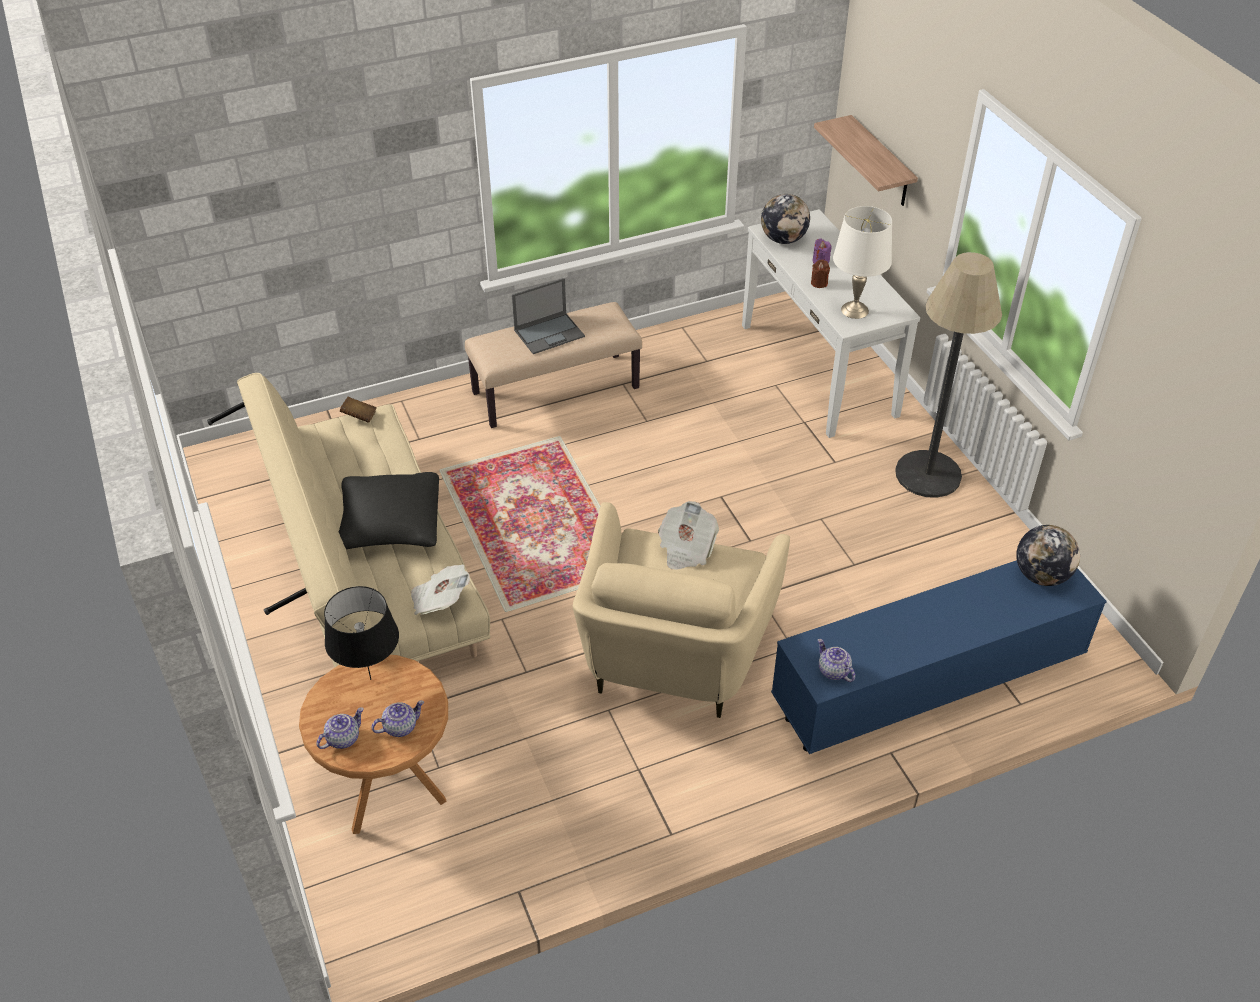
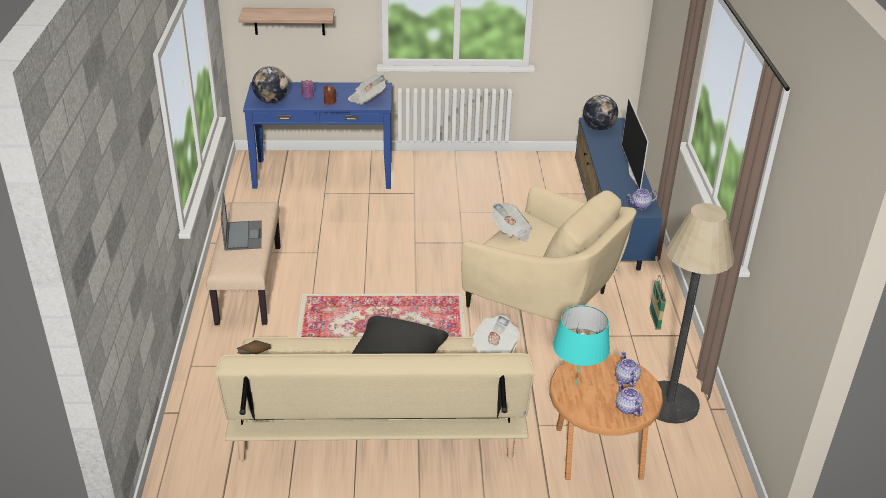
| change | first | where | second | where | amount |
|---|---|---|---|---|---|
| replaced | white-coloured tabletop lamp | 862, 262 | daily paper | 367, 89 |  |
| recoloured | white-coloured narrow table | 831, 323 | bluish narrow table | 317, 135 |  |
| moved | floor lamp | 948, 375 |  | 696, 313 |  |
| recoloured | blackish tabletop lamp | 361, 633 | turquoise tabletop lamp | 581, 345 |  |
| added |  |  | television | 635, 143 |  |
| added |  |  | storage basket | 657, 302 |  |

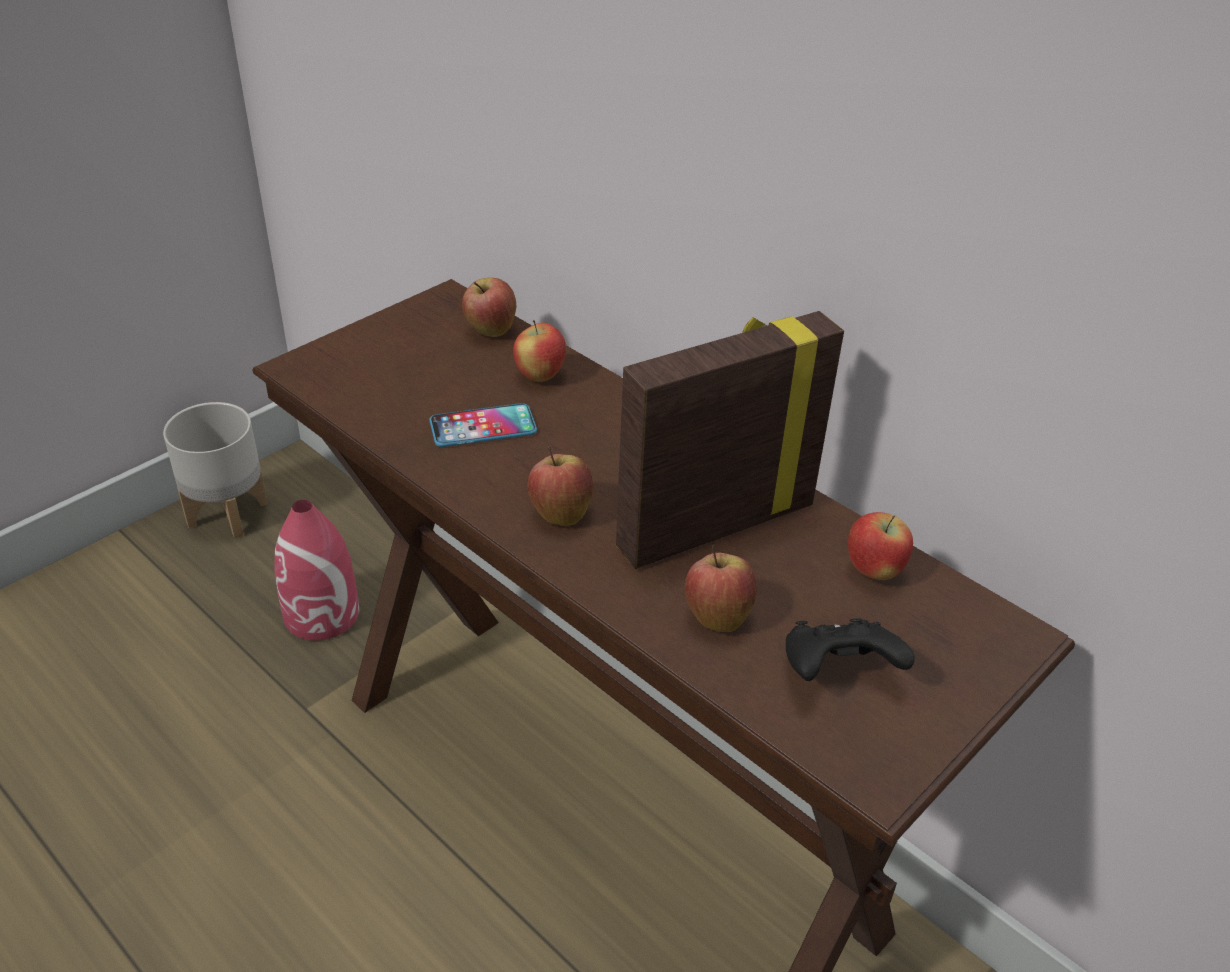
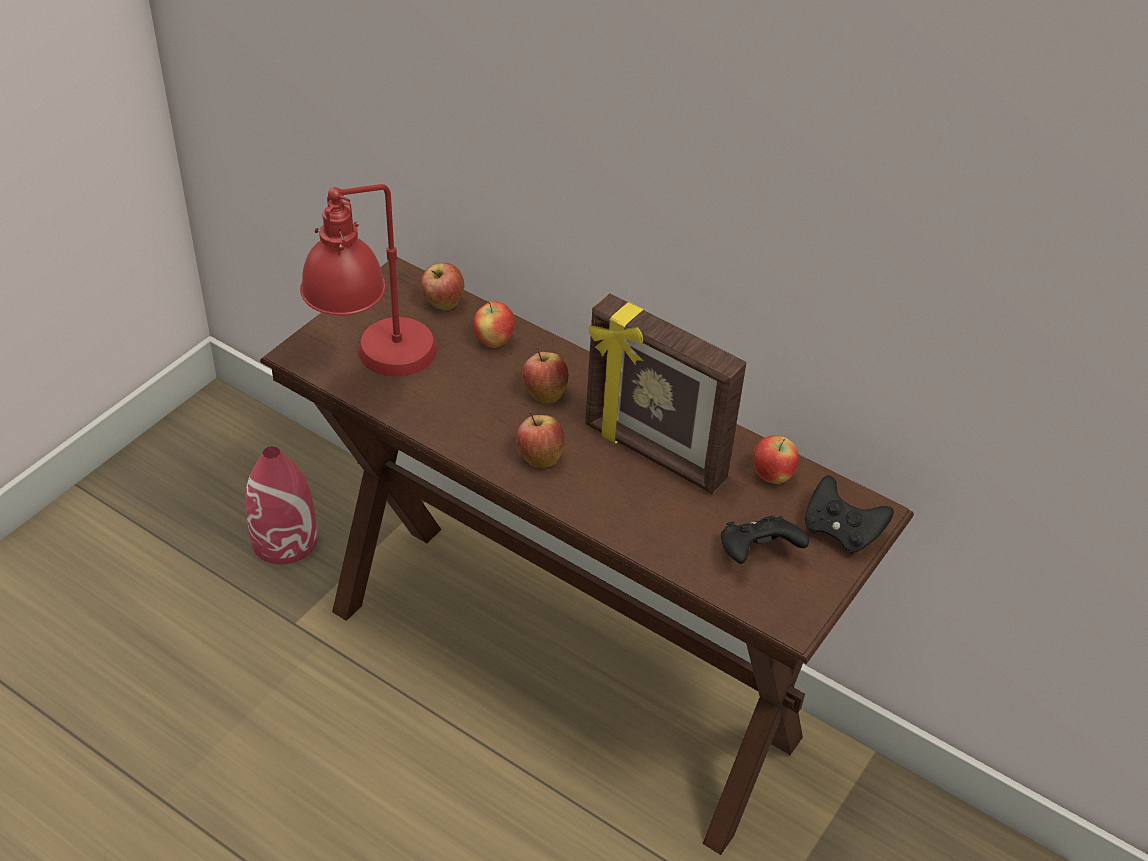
| change | first | where | second | where | amount |
|---|---|---|---|---|---|
| turned | photo frame | 730, 440 |  | 666, 393 | 105 degrees counterclockwise |
| removed | grey plant pot | 215, 470 |  |  |  |
| removed | handset | 483, 425 |  |  |  |
| moved | apple | 721, 588 |  | 545, 375 |  |
| added |  |  | reddish tabletop lamp | 368, 280 |  |
| added |  |  | blackish joypad | 849, 514 |  |

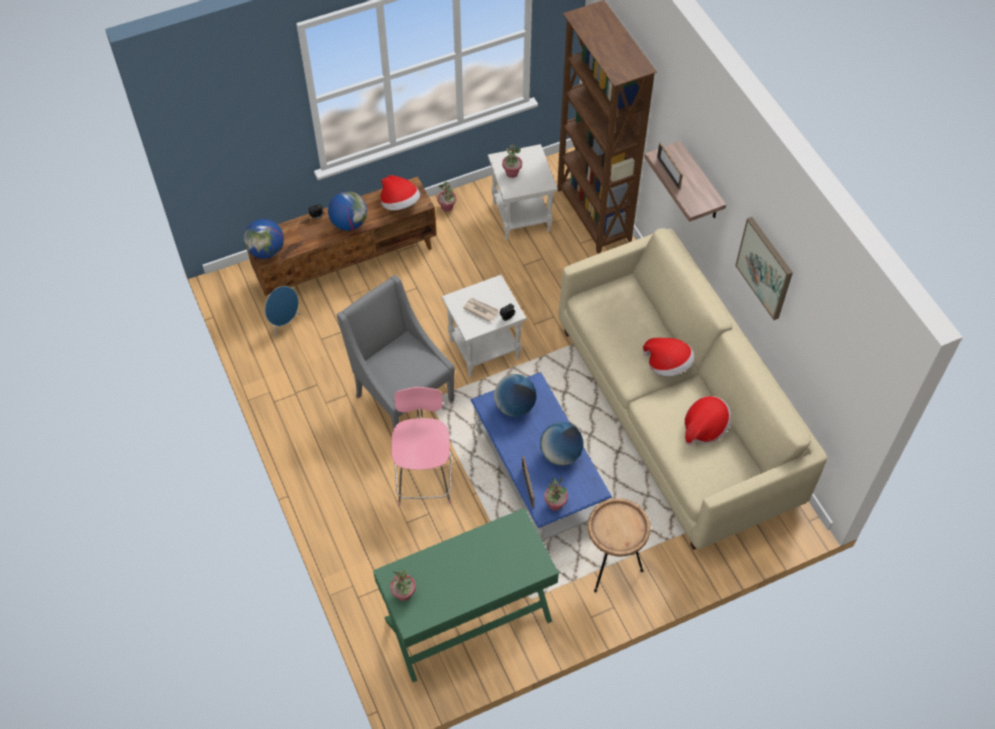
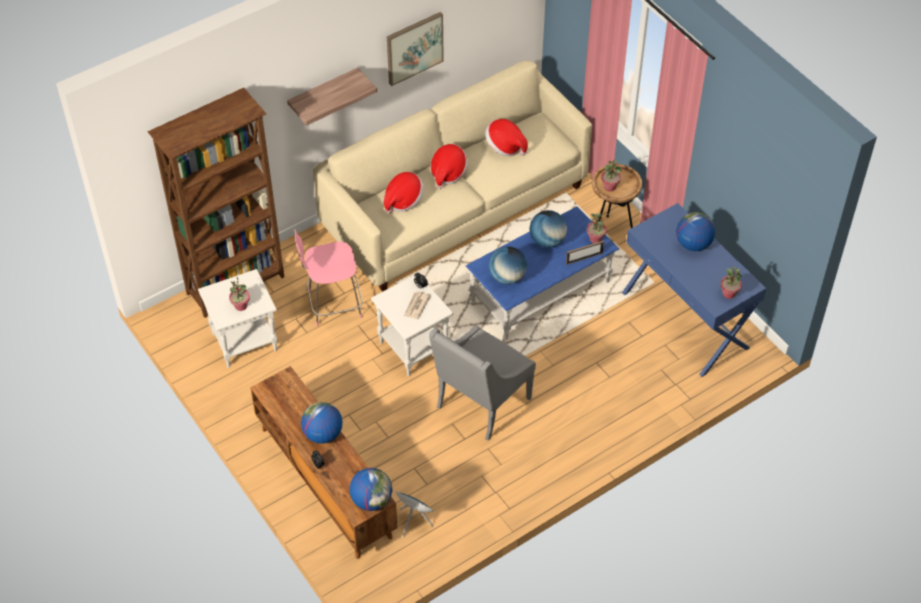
| change | first | where | second | where | amount |
|---|---|---|---|---|---|
| removed | photo frame | 670, 166 |  |  |  |
| moved | clothing hat | 400, 192 |  | 404, 193 |  |
| moved | houseplant | 446, 196 |  | 611, 176 |  |
| moved | pink sitting stool | 422, 446 |  | 328, 277 |  |
| recoloured | green-coloured narrow table | 466, 595 | bluish narrow table | 694, 290 |  |
| added |  |  | desk globe | 695, 232 |  |

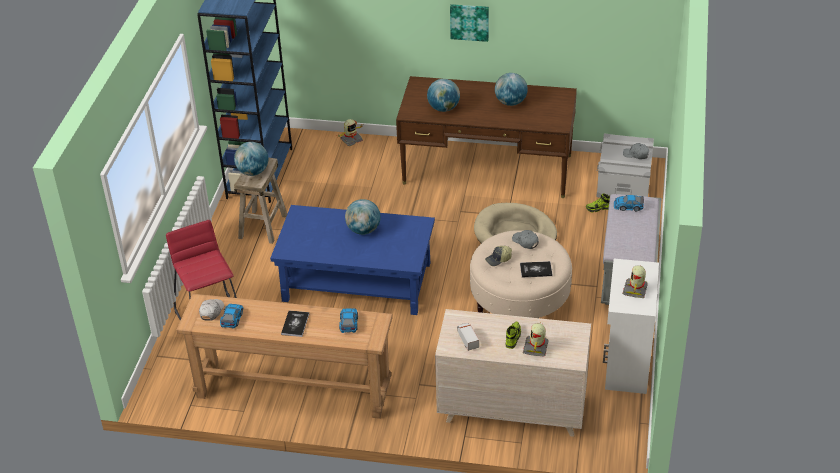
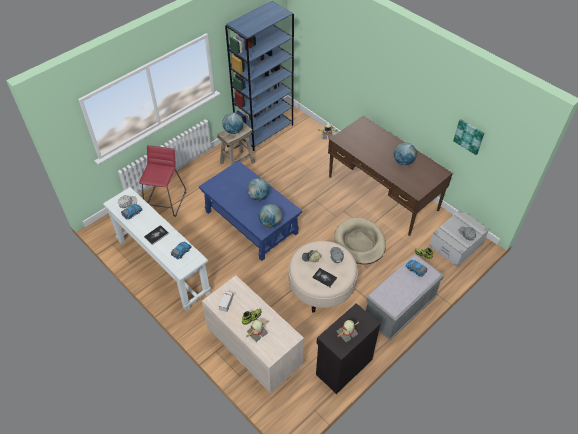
| change | first | where | second | where | amount |
|---|---|---|---|---|---|
| moved | picture | 469, 23 |  | 468, 137 |  |
| moved | desk globe | 443, 95 |  | 270, 216 |  |
| recoloured | white-coloured storage cabinet | 631, 326 | blackish storage cabinet | 348, 348 |  |
| recoloured | brownish narrow table | 284, 356 | white-coloured narrow table | 157, 249 |  |

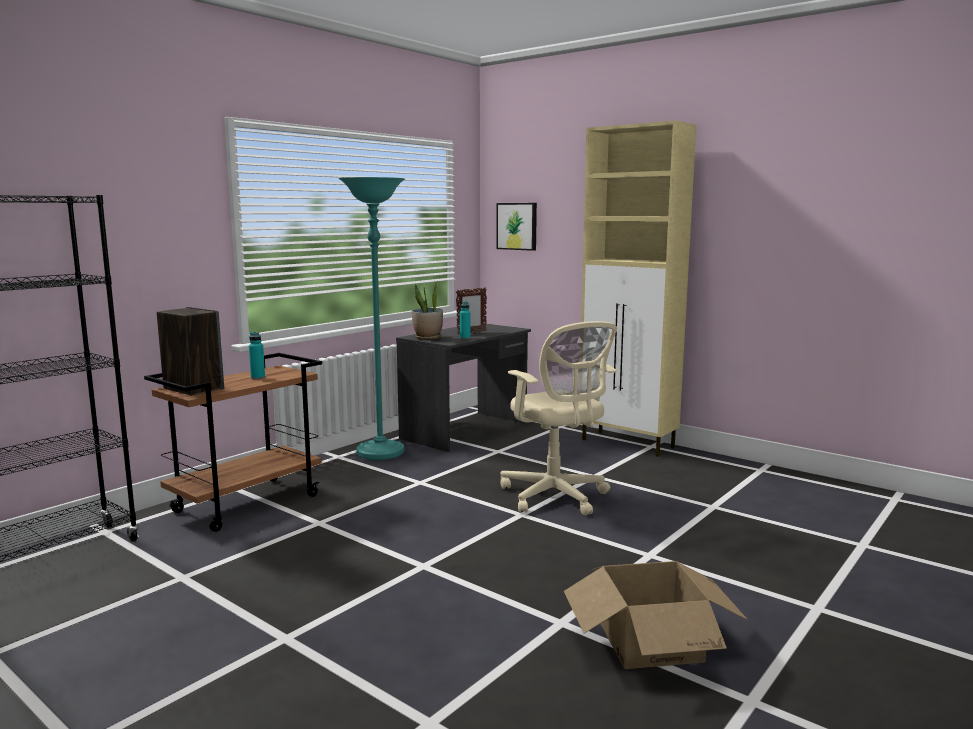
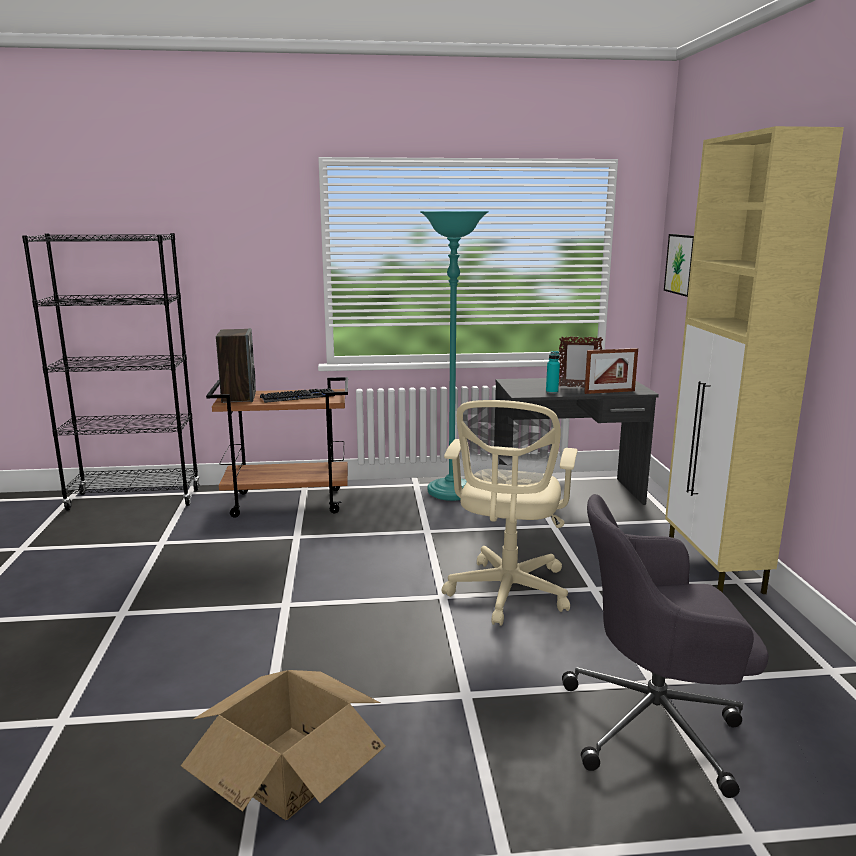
| change | first | where | second | where | amount |
|---|---|---|---|---|---|
| removed | houseplant | 427, 310 |  |  |  |
| replaced | turquoise drink bottle | 257, 355 | PC keyboard | 297, 395 |  |
| added |  |  | photo frame | 611, 371 |  |
| added |  |  | grey computer chair | 665, 646 |  |

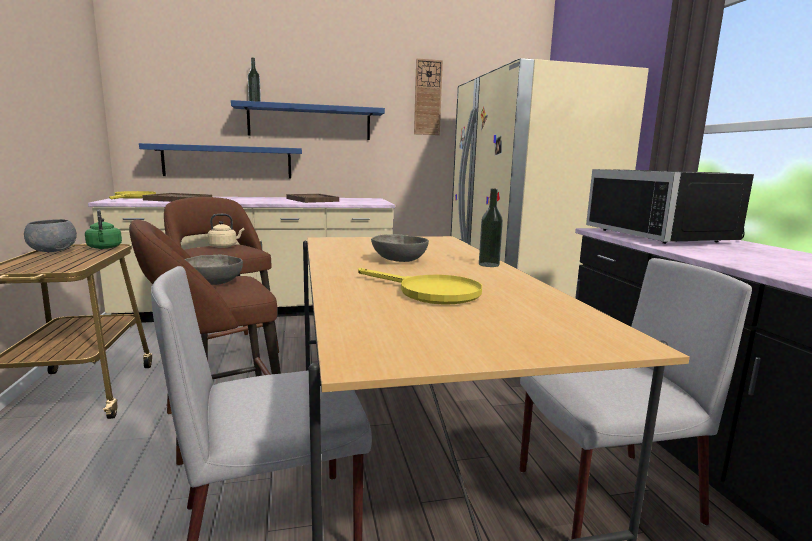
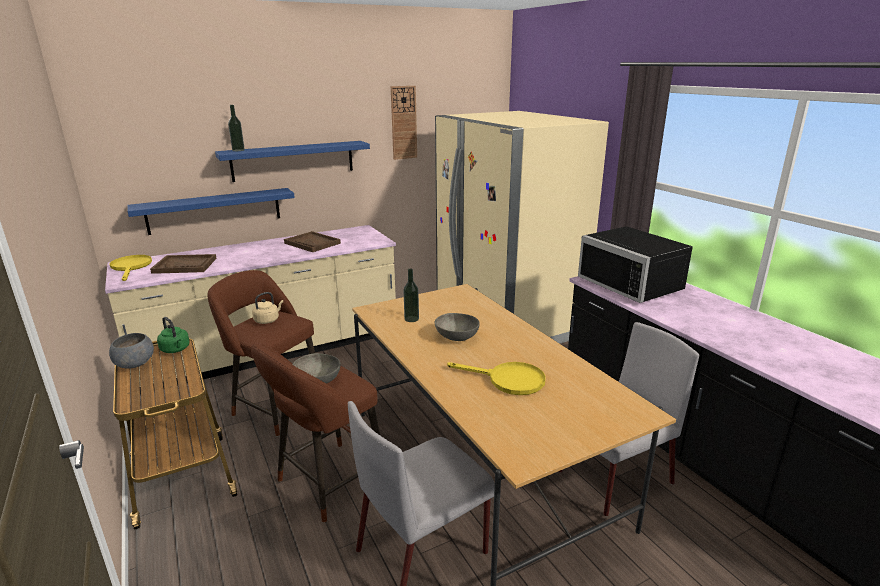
| change | first | where | second | where | amount |
|---|---|---|---|---|---|
| moved | drink bottle | 491, 228 |  | 411, 295 |  |

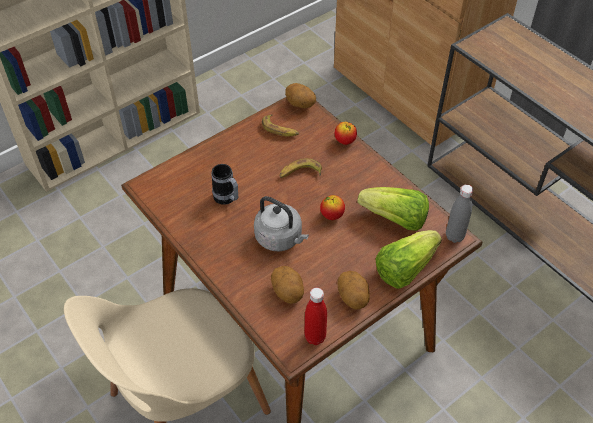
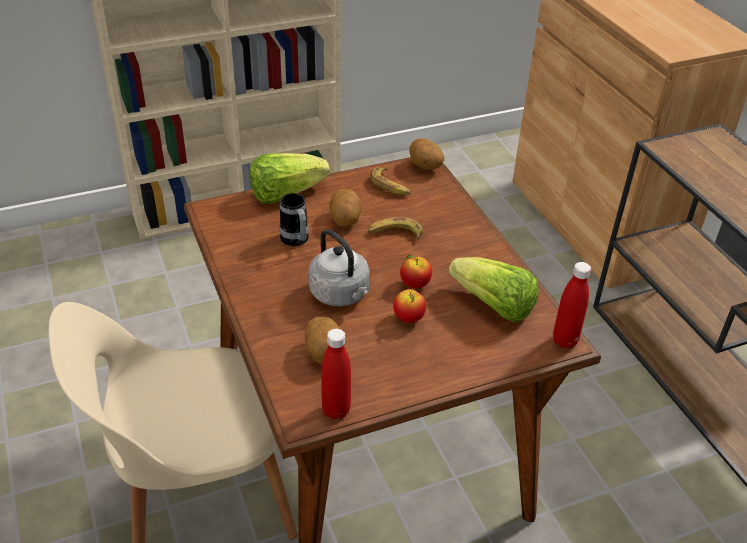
| change | first | where | second | where | amount |
|---|---|---|---|---|---|
| moved | apple | 346, 133 |  | 409, 306 |  |
| recoloured | grey drink bottle | 459, 213 | reddish drink bottle | 572, 305 |  |
| moved | lettuce head | 408, 259 |  | 290, 178 |  |
| moved | potato | 353, 290 |  | 346, 208 |  |

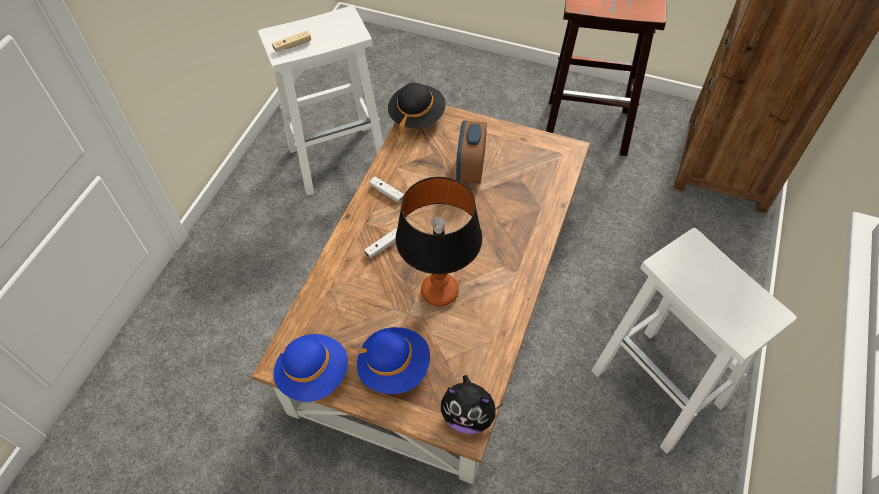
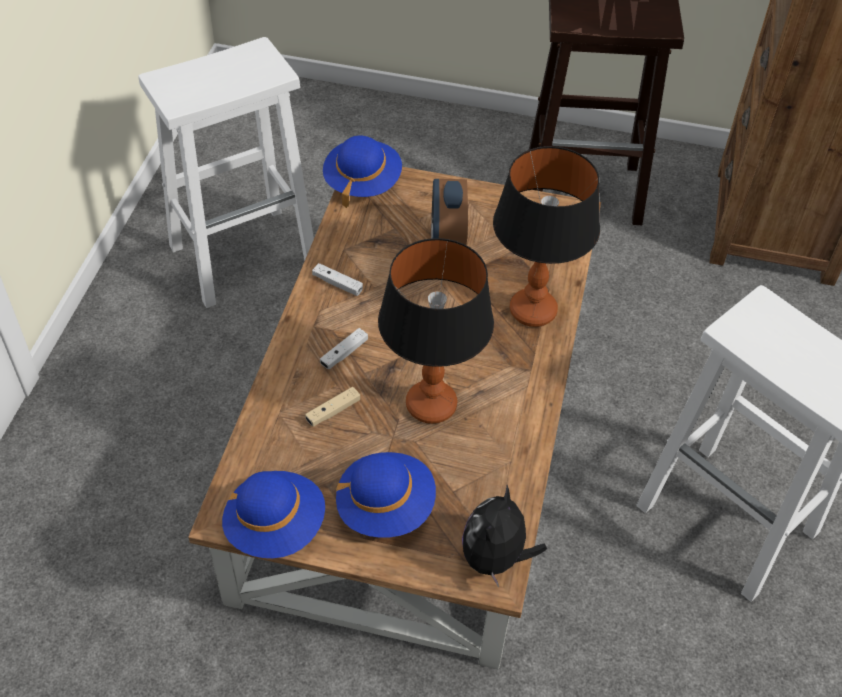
| change | first | where | second | where | amount |
|---|---|---|---|---|---|
| moved | sand-coloured joypad | 291, 41 |  | 332, 407 |  |
| recoloured | blackish clothing hat | 417, 109 | bluish clothing hat | 362, 172 |  |
| turned | soft toy | 472, 404 |  | 504, 536 | 105 degrees clockwise |
| added |  |  | tabletop lamp | 546, 236 |  |

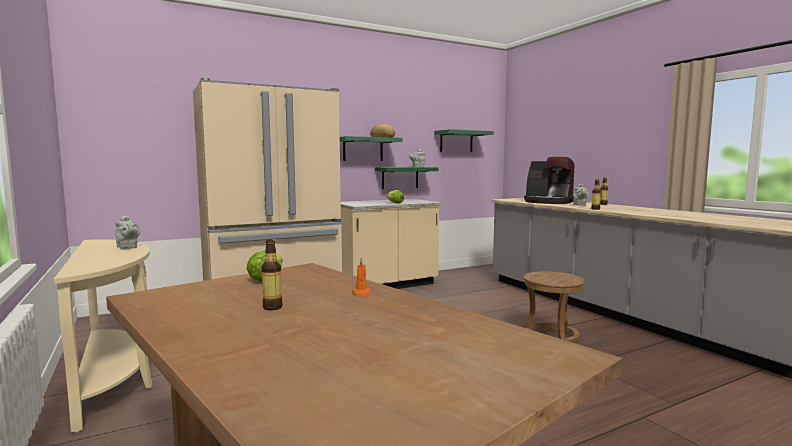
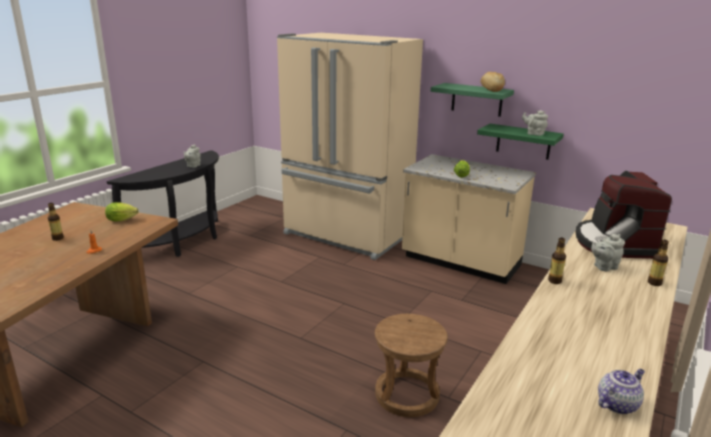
| change | first | where | second | where | amount |
|---|---|---|---|---|---|
| removed | green-coloured wall shelf | 464, 140 |  |  |  |
| recoloured | sand-coloured narrow table | 103, 336 | blackish narrow table | 163, 203 |  |
| added |  |  | teapot | 621, 391 |  |

